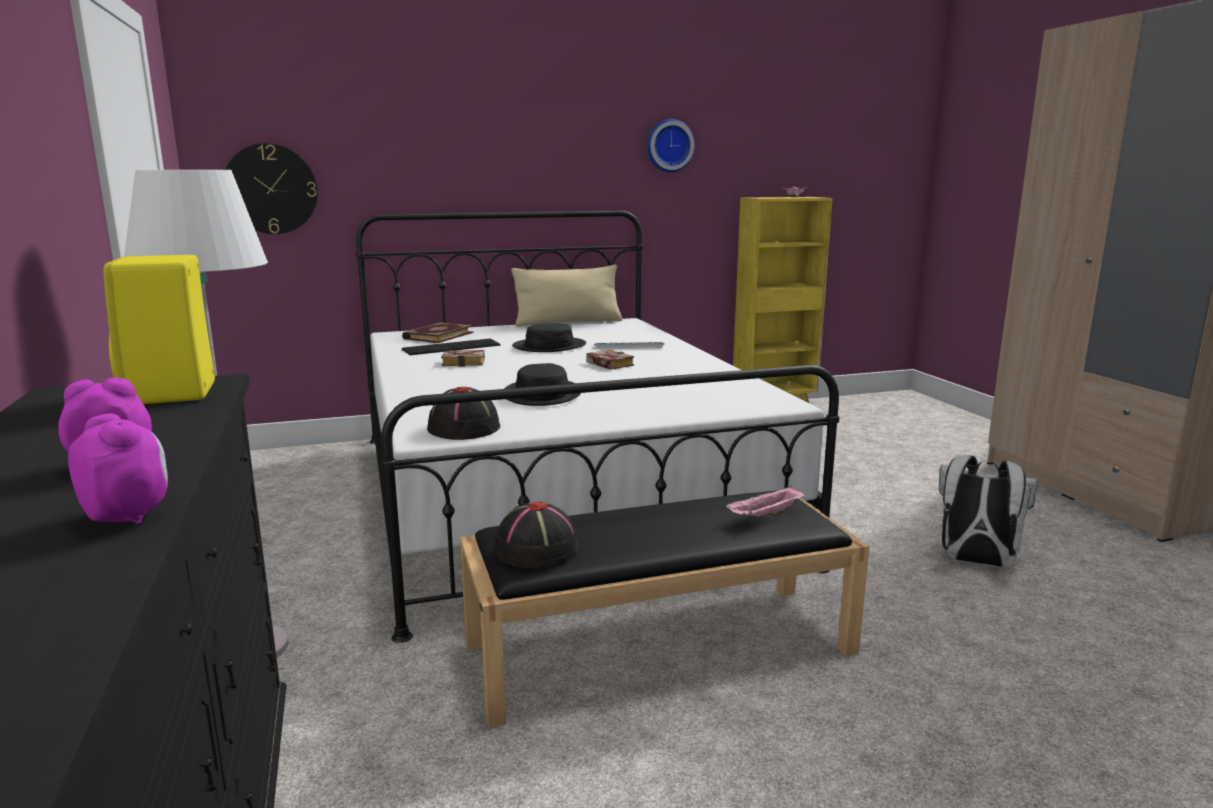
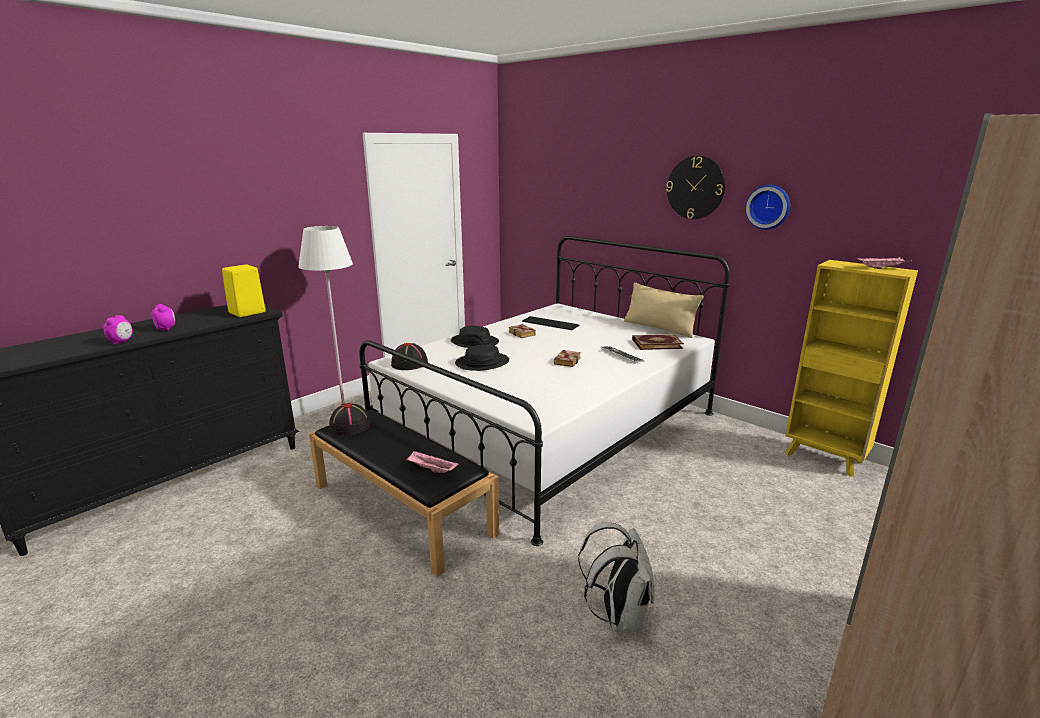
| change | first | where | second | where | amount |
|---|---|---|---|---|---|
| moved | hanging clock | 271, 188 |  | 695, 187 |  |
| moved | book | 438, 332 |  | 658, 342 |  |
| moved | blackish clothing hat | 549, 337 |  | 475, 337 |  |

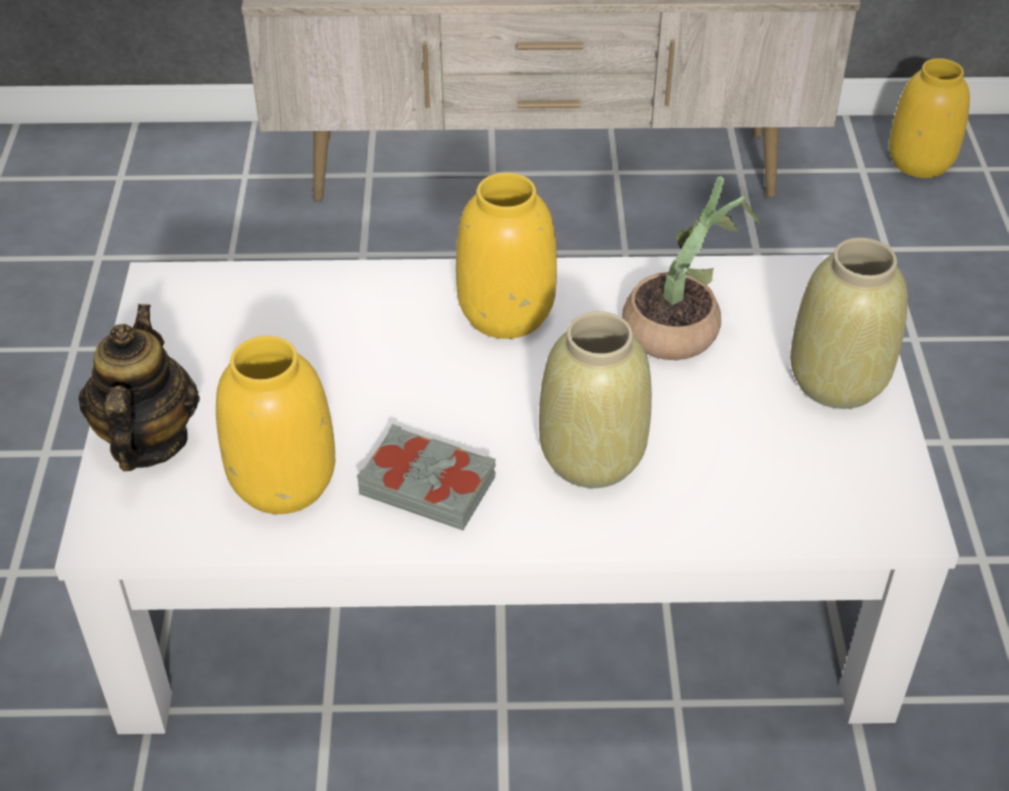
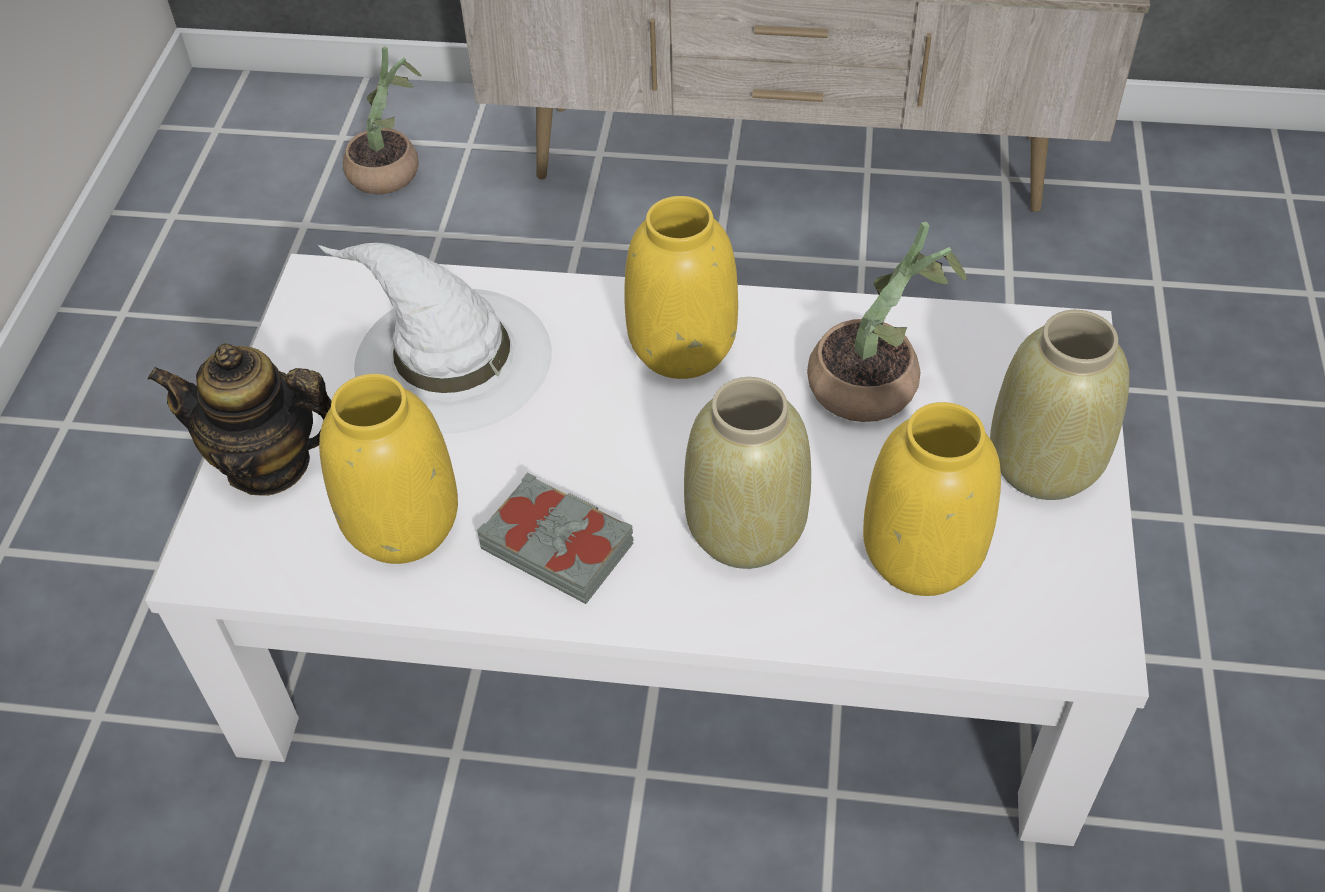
| change | first | where | second | where | amount |
|---|---|---|---|---|---|
| moved | yellowish decorative vase | 929, 118 |  | 932, 499 |  |
| turned | teapot | 139, 387 |  | 240, 419 | 90 degrees counterclockwise |
| added |  |  | houseplant | 382, 120 |  |
| added |  |  | white-coloured clothing hat | 435, 338 |  |

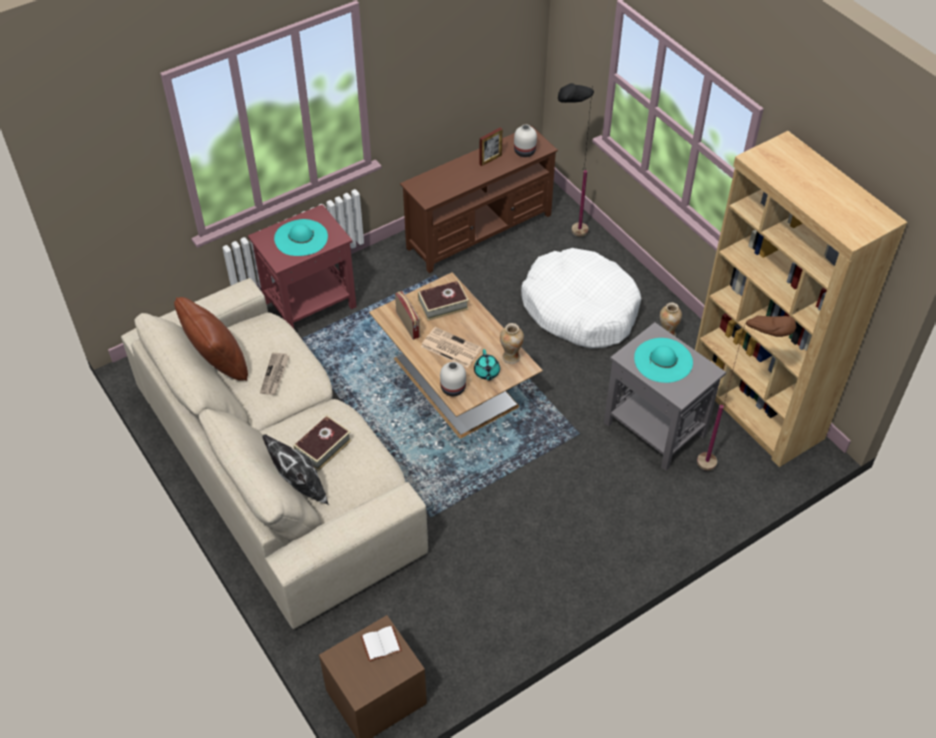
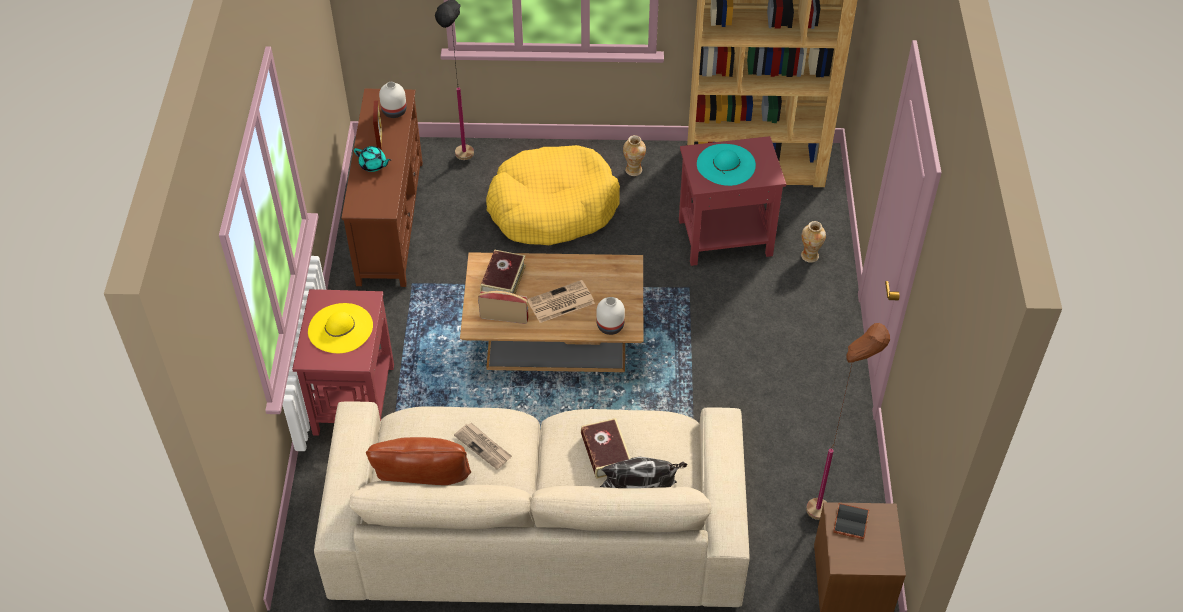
| change | first | where | second | where | amount |
|---|---|---|---|---|---|
| recoloured | turquoise clothing hat | 301, 237 | yellowish clothing hat | 340, 328 |  |
| recoloured | white-coloured pet bed | 581, 298 | yellowish pet bed | 553, 195 |  |
| moved | brownish floor lamp | 746, 393 |  | 848, 421 |  |
| recoloured | grey accent table | 665, 396 | reddish accent table | 732, 201 |  |
| moved | decorative vase | 512, 343 |  | 813, 242 |  |
| moved | turquoise teapot | 487, 365 |  | 372, 159 |  |
| recoloured | white-coloured book | 381, 644 | blackish book | 851, 521 |  |

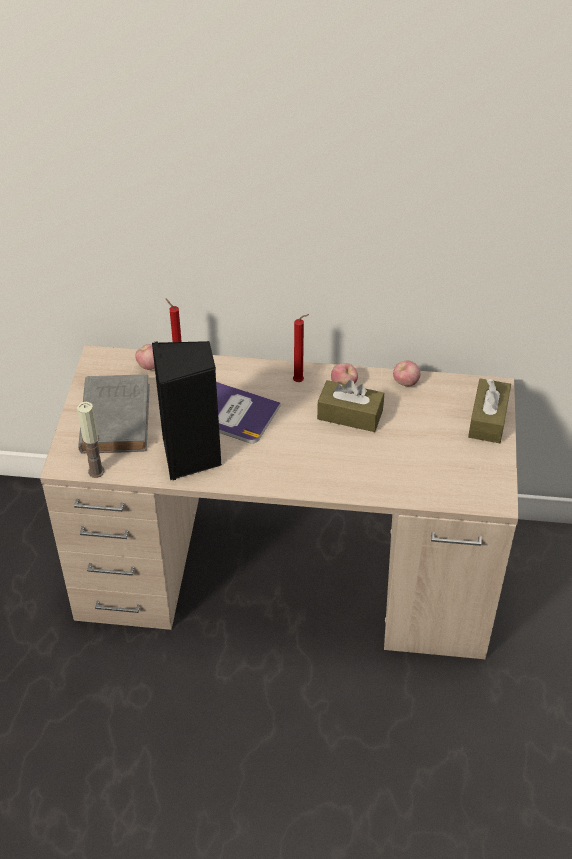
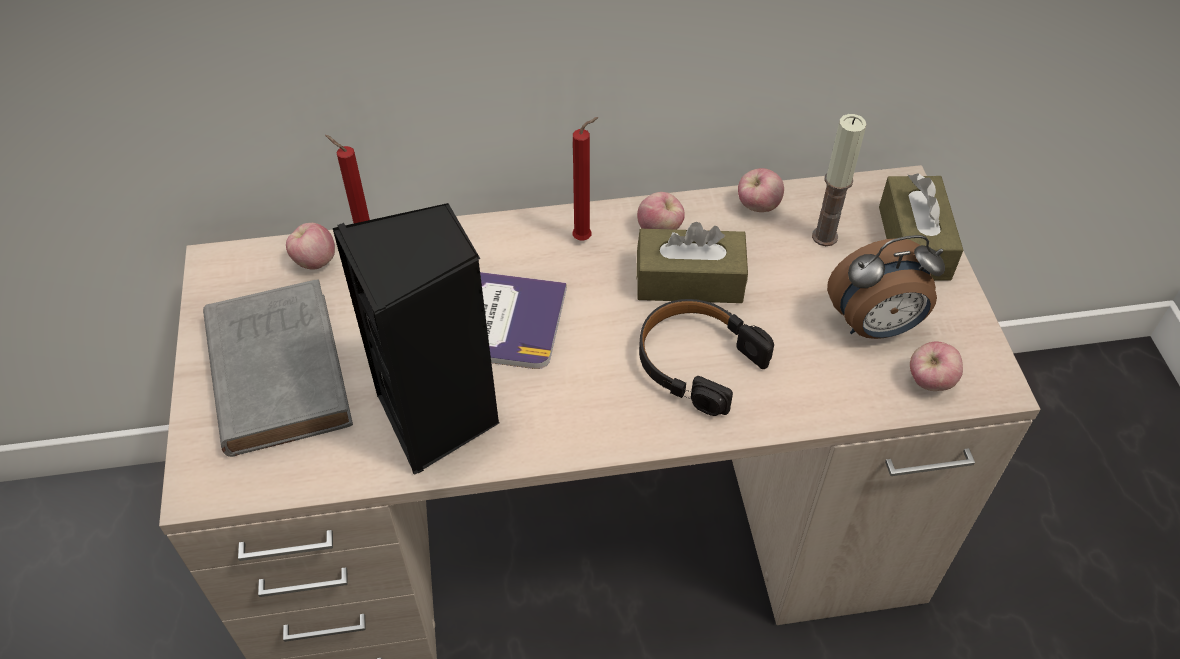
| change | first | where | second | where | amount |
|---|---|---|---|---|---|
| moved | candle | 91, 440 |  | 839, 180 |  |
| added |  |  | alarm clock | 886, 287 |  |
| added |  |  | blackish headset | 706, 357 |  |
| added |  |  | apple | 936, 366 |  |

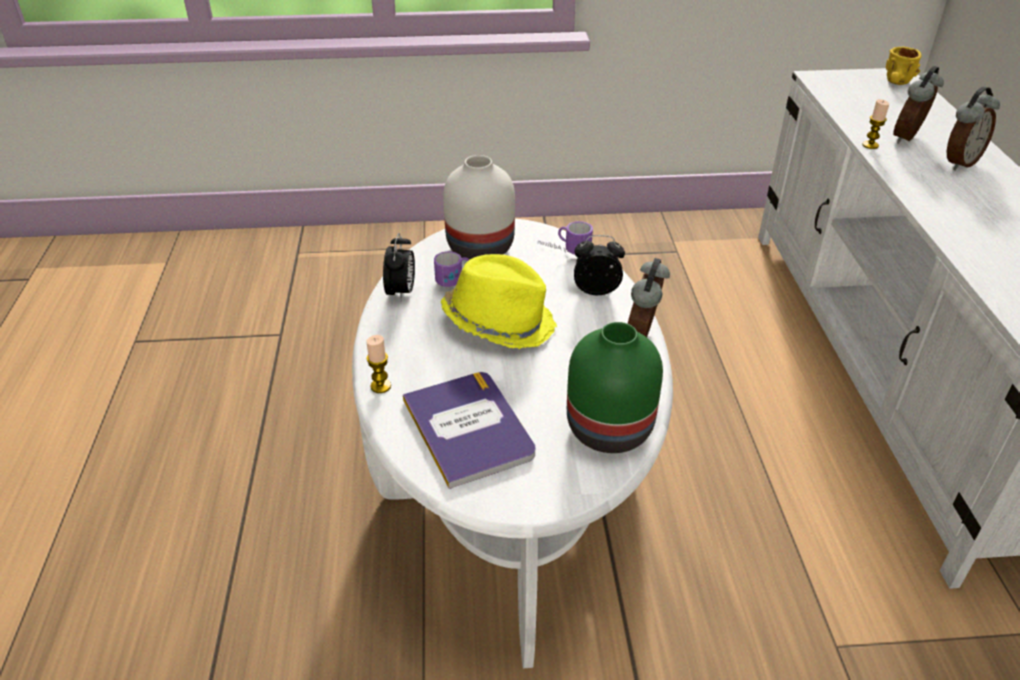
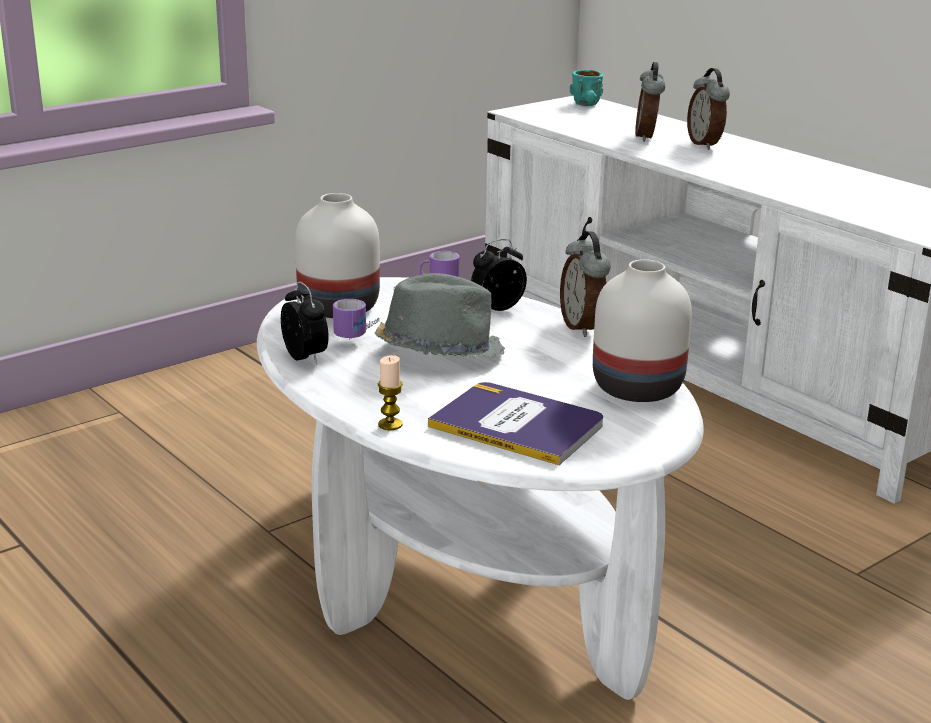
| change | first | where | second | where | amount |
|---|---|---|---|---|---|
| recoloured | yellowish coffee mug | 904, 66 | turquoise coffee mug | 586, 88 |  |
| turned | alarm clock | 973, 128 |  | 708, 109 | 150 degrees clockwise |
| removed | candle | 875, 124 |  |  |  |
| recoloured | yellowish clothing hat | 499, 301 | grey clothing hat | 440, 316 |  |
| recoloured | green-coloured decorative vase | 615, 387 | white-coloured decorative vase | 642, 330 |  |

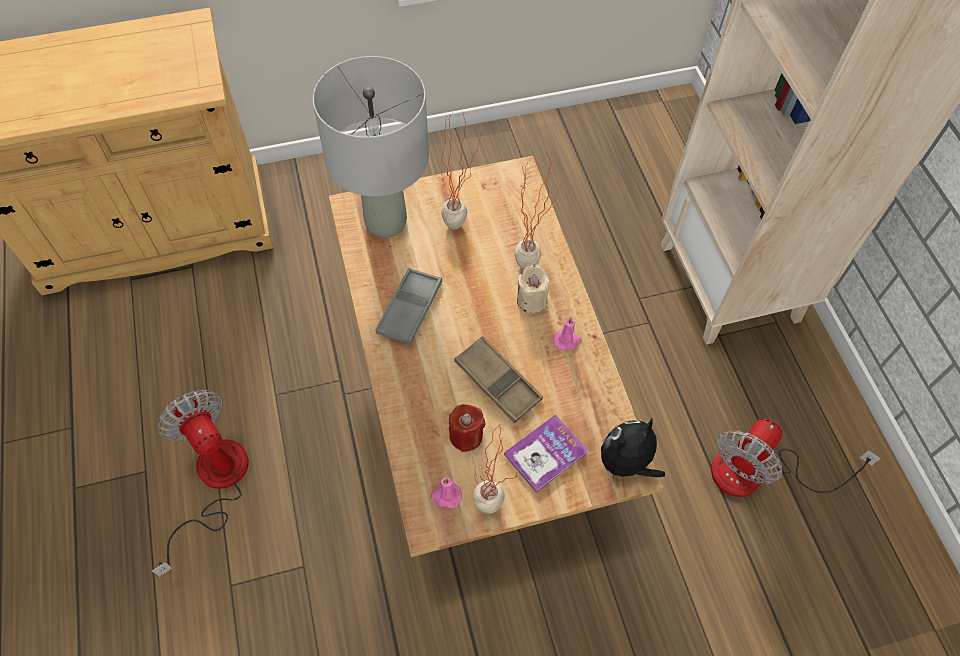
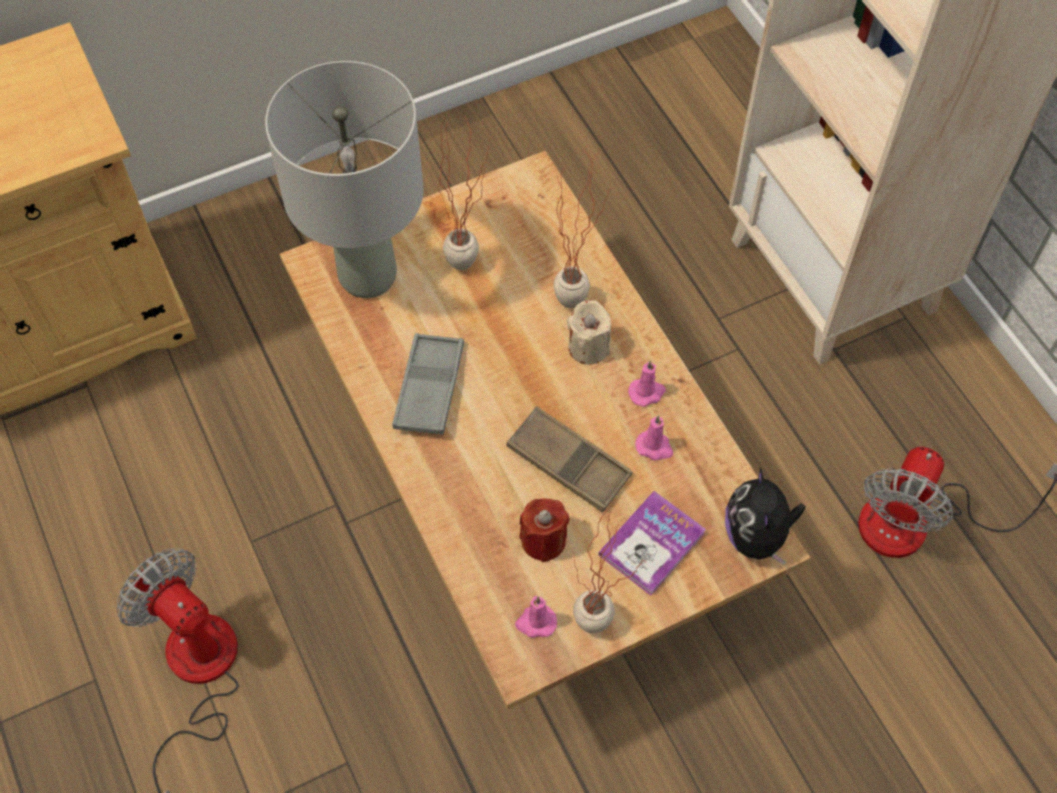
| change | first | where | second | where | amount |
|---|---|---|---|---|---|
| turned | soft toy | 633, 450 |  | 765, 516 | 45 degrees counterclockwise |
| added |  |  | pink candle | 654, 437 |  |

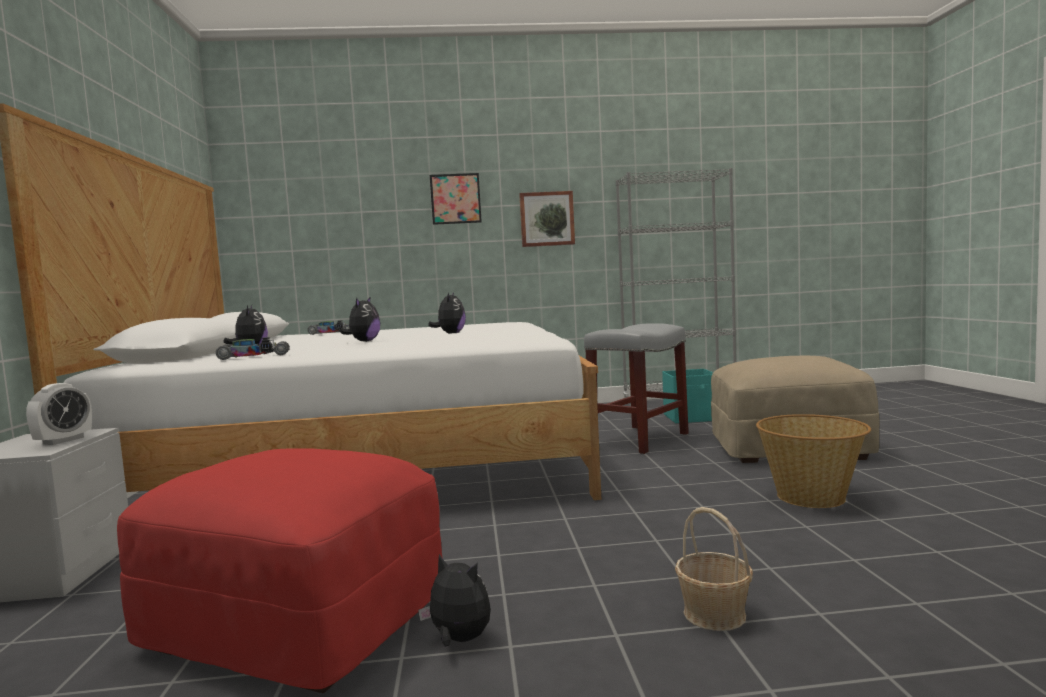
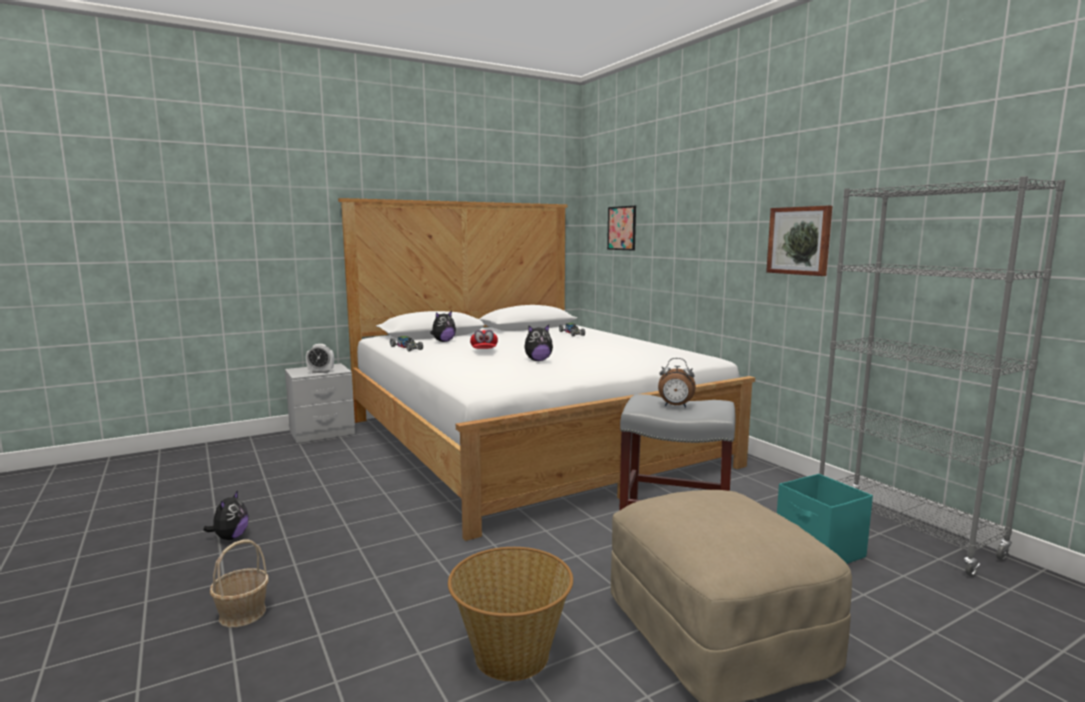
| change | first | where | second | where | amount |
|---|---|---|---|---|---|
| moved | picture | 456, 199 |  | 621, 228 |  |
| replaced | soft toy | 360, 319 | reddish cap | 484, 339 |  |
| removed | reddish ottoman | 280, 571 |  |  |  |
| added |  |  | alarm clock | 677, 383 |  |

